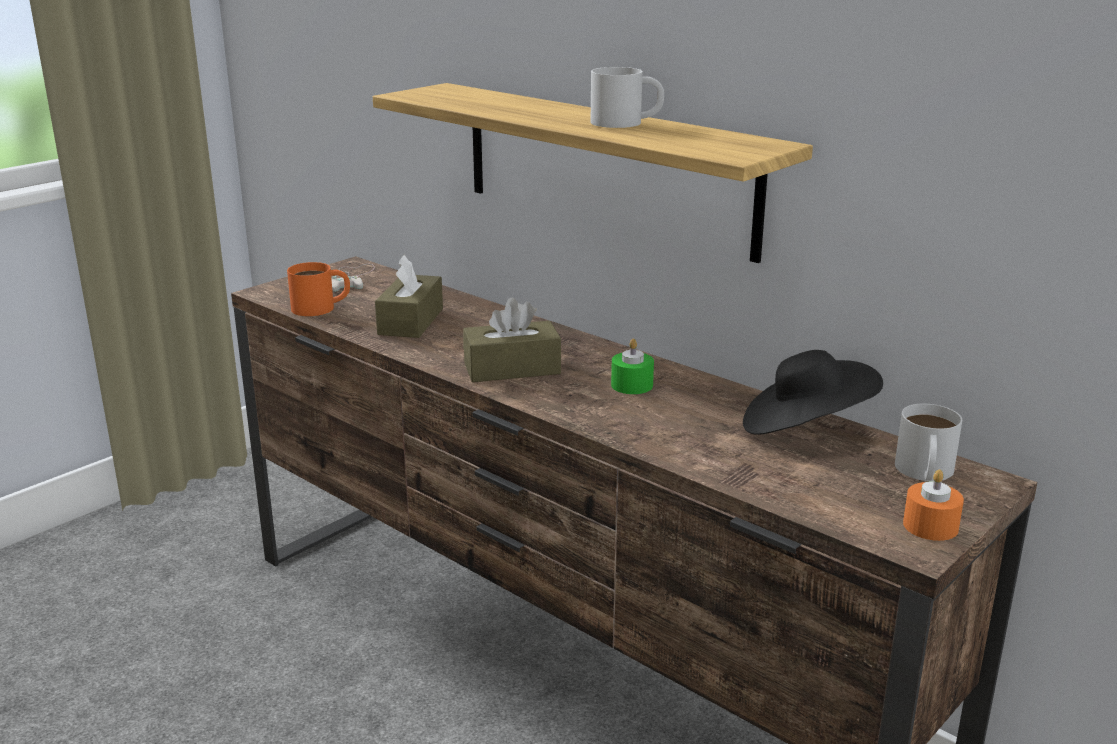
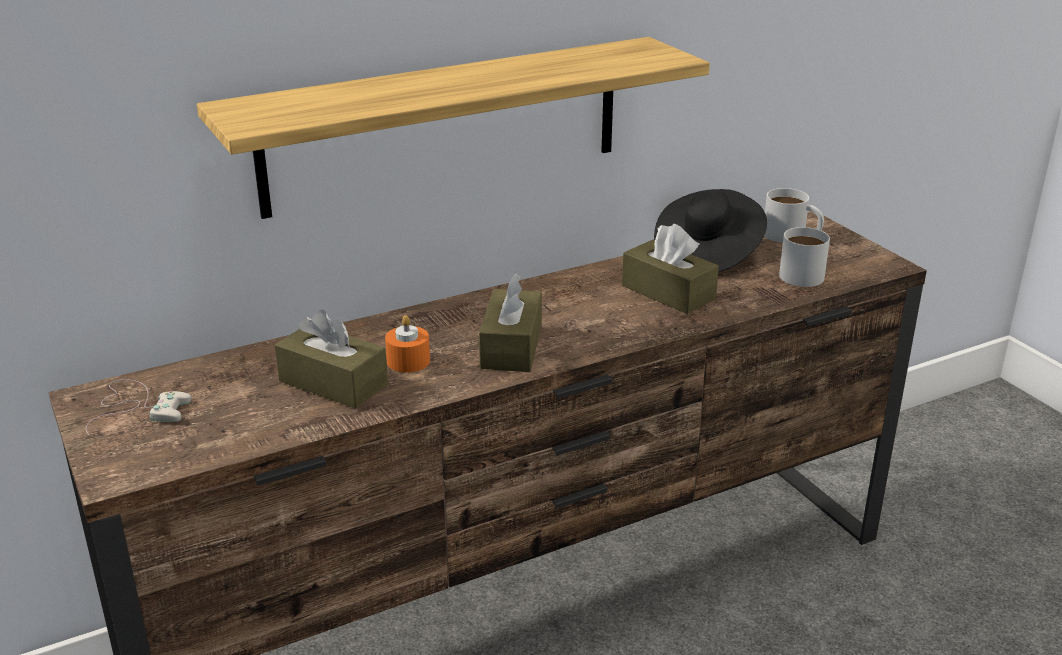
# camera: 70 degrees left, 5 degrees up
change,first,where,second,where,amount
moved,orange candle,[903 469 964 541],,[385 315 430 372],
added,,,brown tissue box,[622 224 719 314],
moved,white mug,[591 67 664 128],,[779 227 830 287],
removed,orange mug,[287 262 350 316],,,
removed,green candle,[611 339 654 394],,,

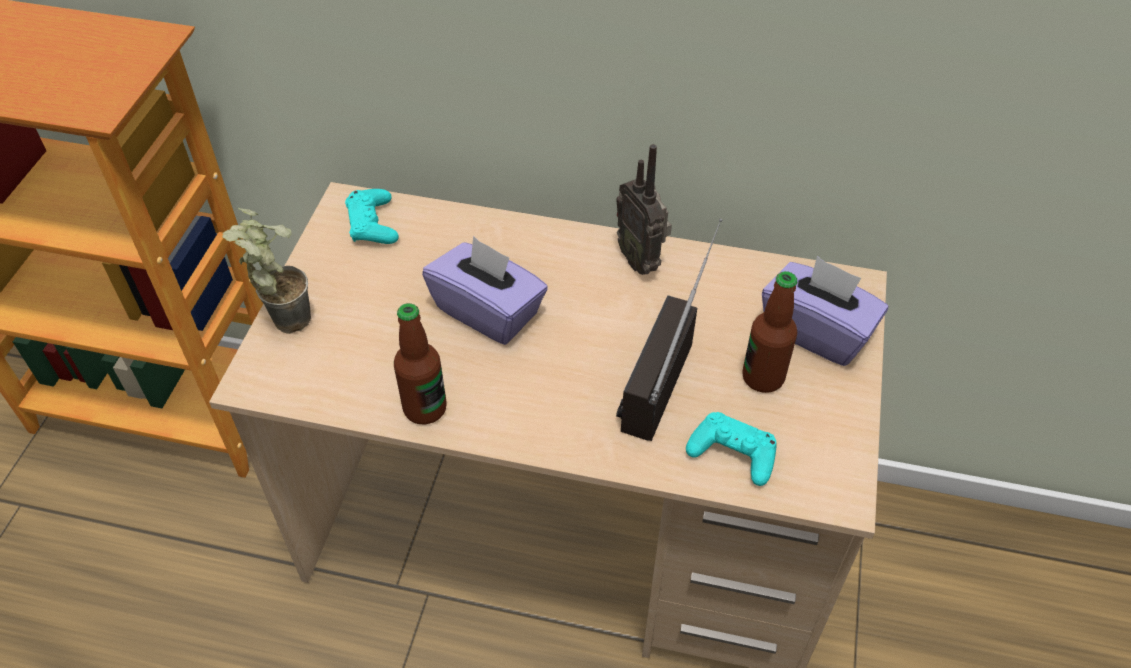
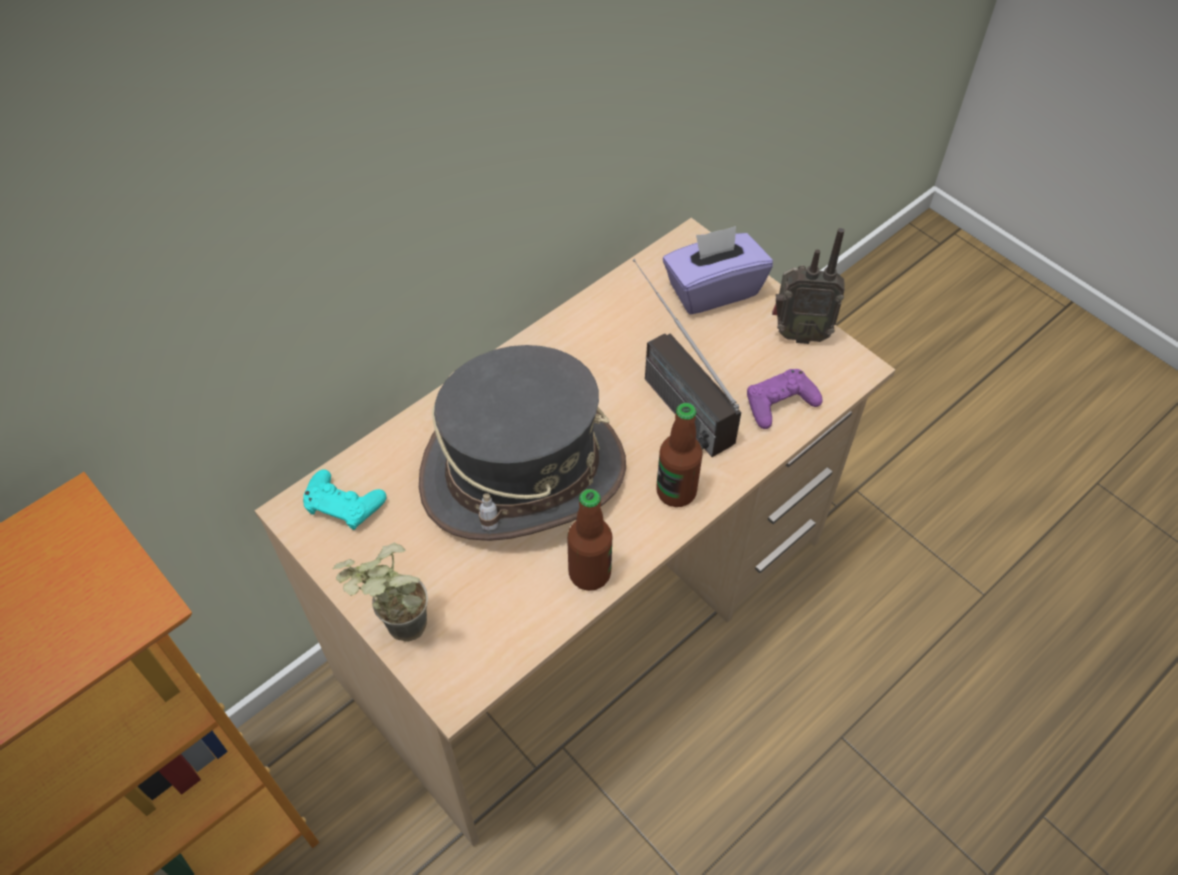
# camera: 55 degrees left, 5 degrees up
change,first,where,second,where,amount
replaced,purple tissue box,[422 236 548 345],grey hat,[419 345 626 541],
moved,bottle,[742 271 797 393],,[656 403 703 507],
recoloured,turquoise game controller,[686 412 777 486],purple game controller,[747 369 823 429],
moved,radio,[616 144 672 275],,[772 228 845 344],

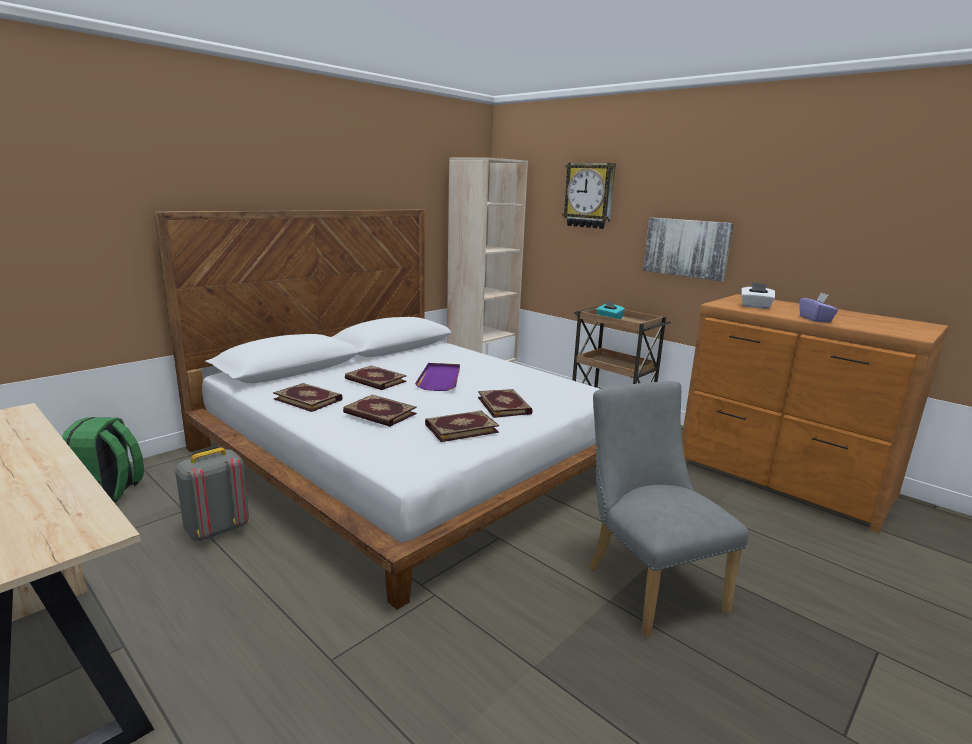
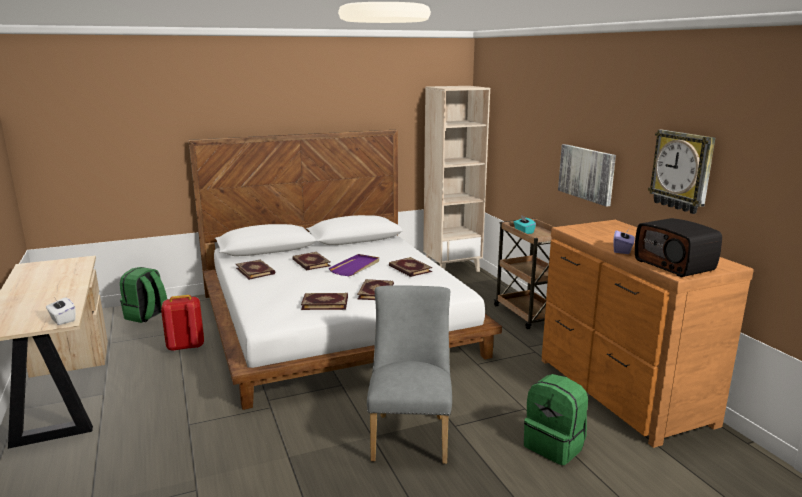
# camera: 25 degrees right, 0 degrees up
change,first,where,second,where,amount
moved,white tissue box,[741 283 775 309],,[46 297 76 325],
recoloured,grey backpack,[175 447 249 541],red backpack,[161 295 204 351],
moved,book,[343 395 417 427],,[389 257 432 277],
added,,,green backpack,[524 374 588 465],
added,,,radio,[635 218 722 277],
moved,wall clock,[562 163 616 229],,[648 130 715 214],

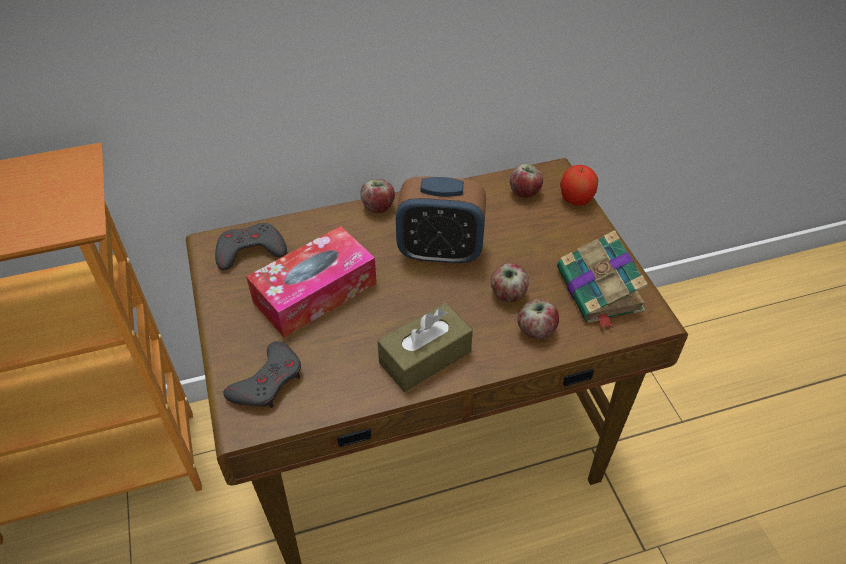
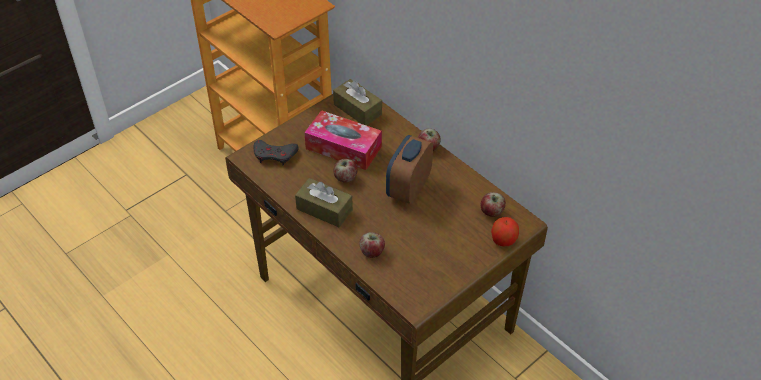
# camera: 65 degrees right, 0 degrees up
change,first,where,second,where,amount
replaced,grey game controller,[215 223 287 270],brown tissue box,[333 79 382 126],
moved,apple,[491 263 529 302],,[333 159 358 182],
turned,alarm clock,[396 176 486 265],,[386 135 433 204],45 degrees clockwise
removed,book,[557 230 648 330],,,

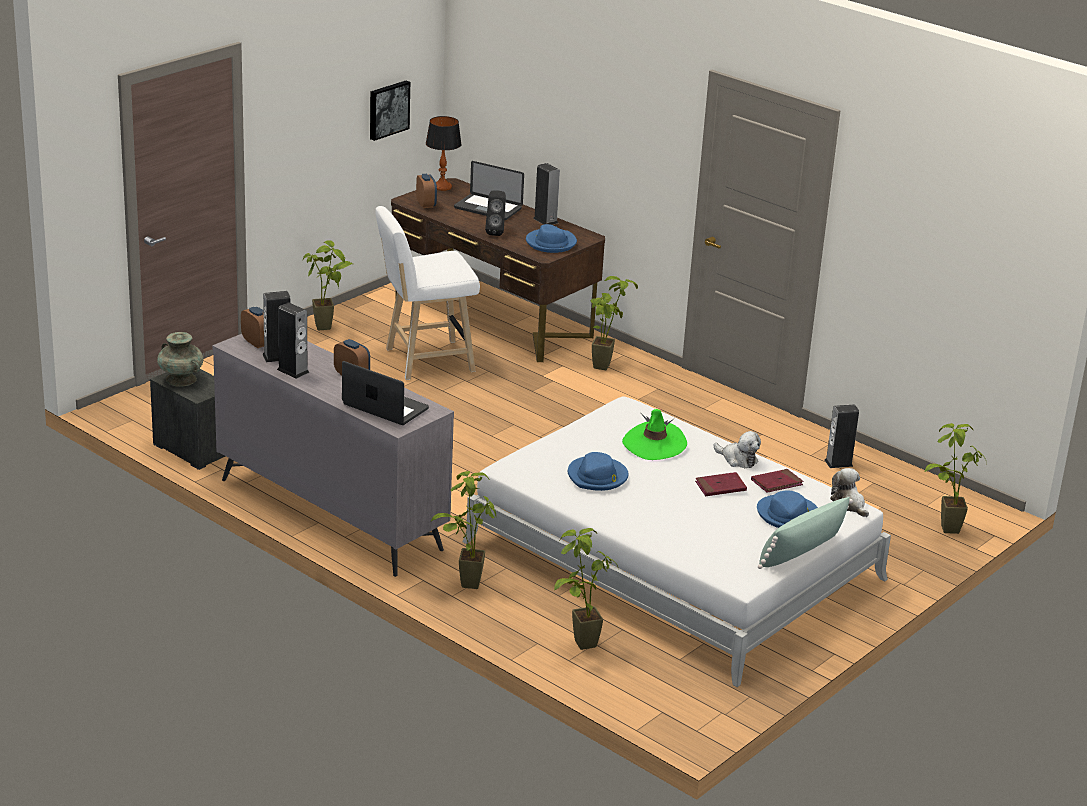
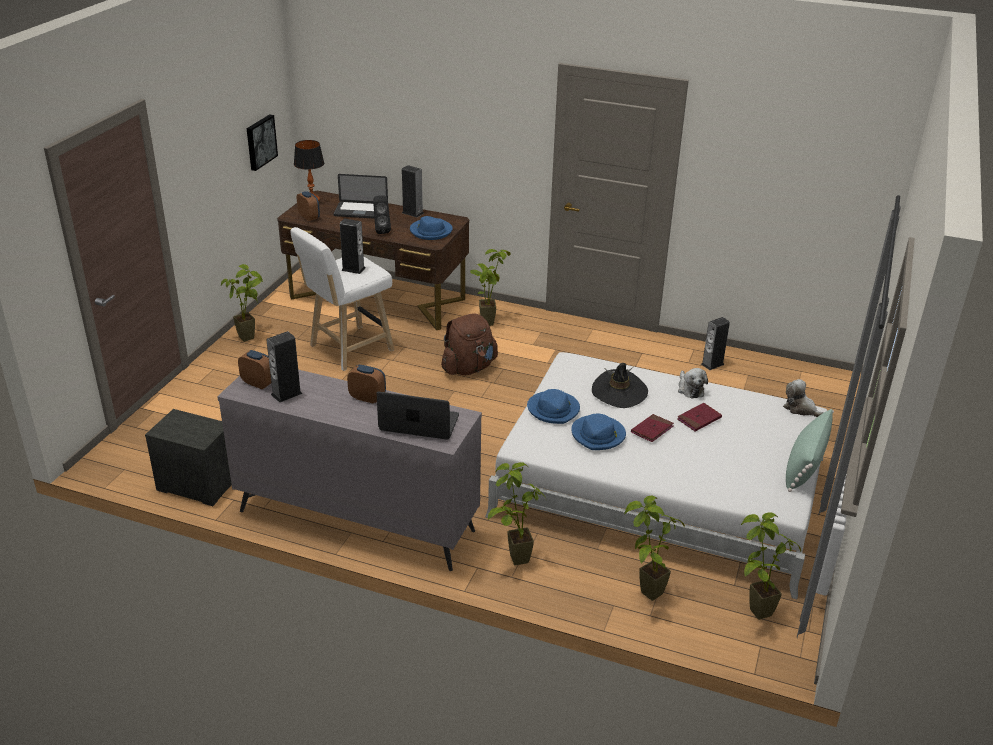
# camera: 20 degrees left, 5 degrees up
change,first,where,second,where,amount
moved,speaker,[277 302 310 379],,[340 218 365 274],
added,,,brown backpack,[441 313 498 375],
moved,blue hat,[757 491 818 528],,[527 389 580 424],
recoloured,green hat,[622 409 687 460],black hat,[592 363 648 408],
moved,red book,[751 469 803 493],,[631 414 674 442],
turned,plush toy,[713 431 761 468],,[678 368 708 399],60 degrees clockwise
moved,potted plant,[925 423 987 534],,[741 513 801 620],
removed,turquoise vase,[157 332 203 387],,,

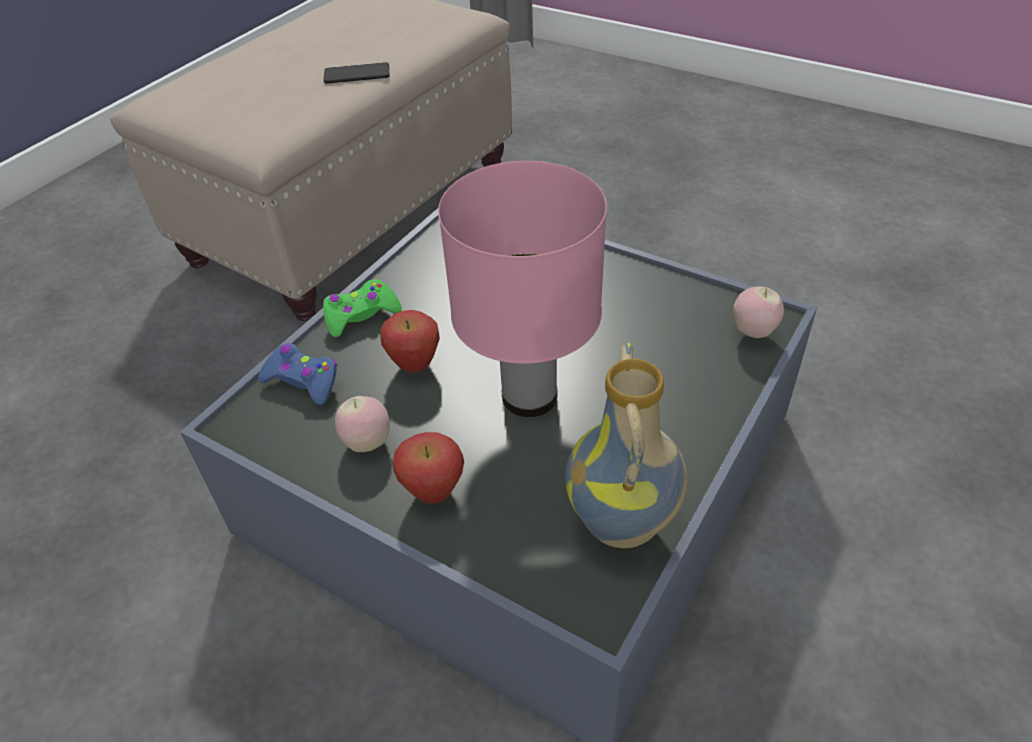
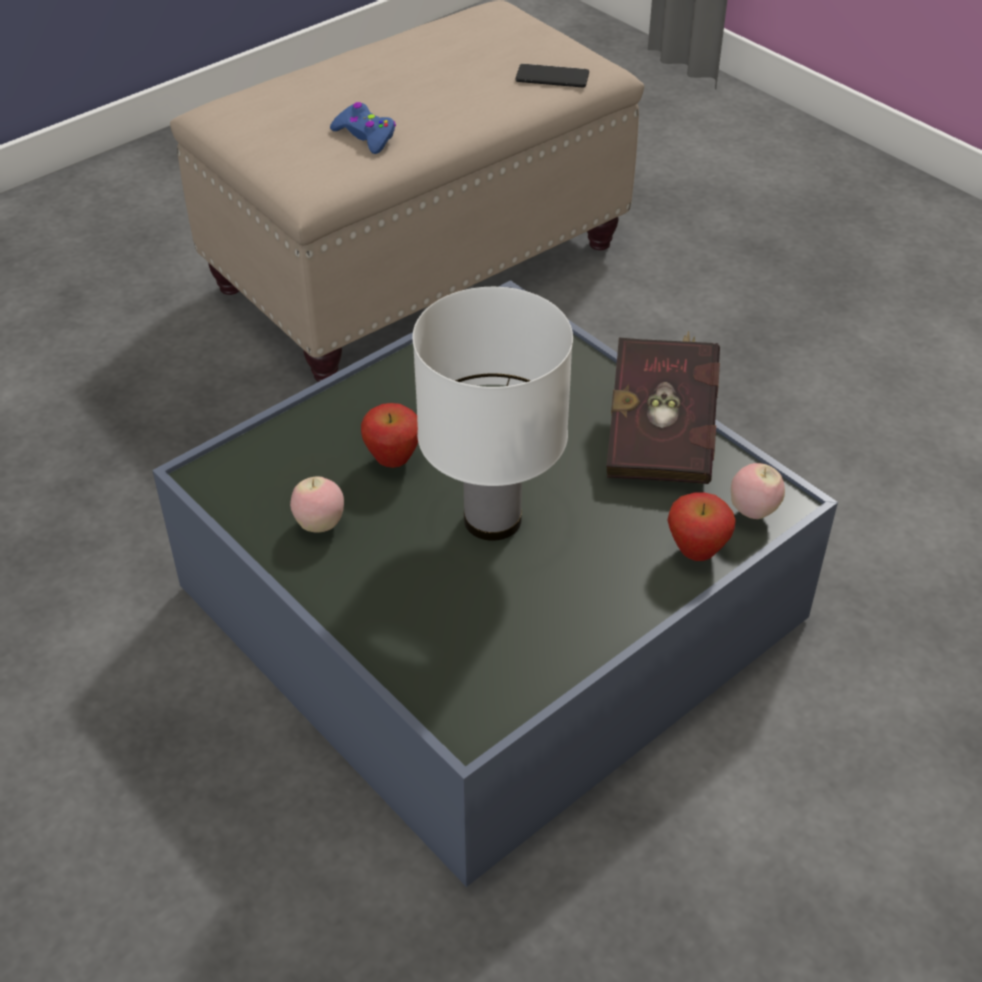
# camera: 15 degrees right, 0 degrees up
change,first,where,second,where,amount
moved,blue game controller,[258 343 337 405],,[330 102 396 154],
recoloured,pink table lamp,[438 161 607 417],white table lamp,[412 287 573 541],
moved,phone,[324 62 390 84],,[515 64 589 87],
added,,,red book,[606 331 720 484],
moved,apple,[393 432 464 504],,[667 492 736 561],
removed,green game controller,[323 279 402 338],,,
removed,vase,[565 343 687 548],,,

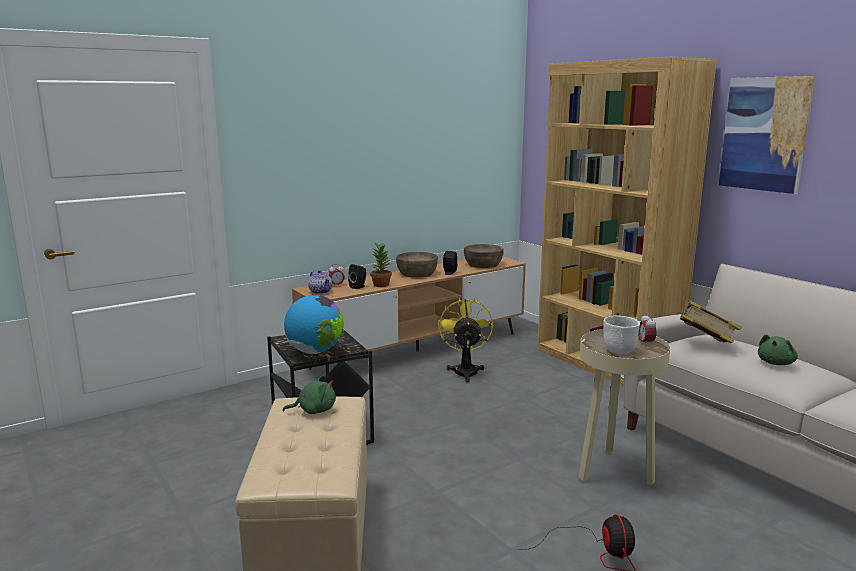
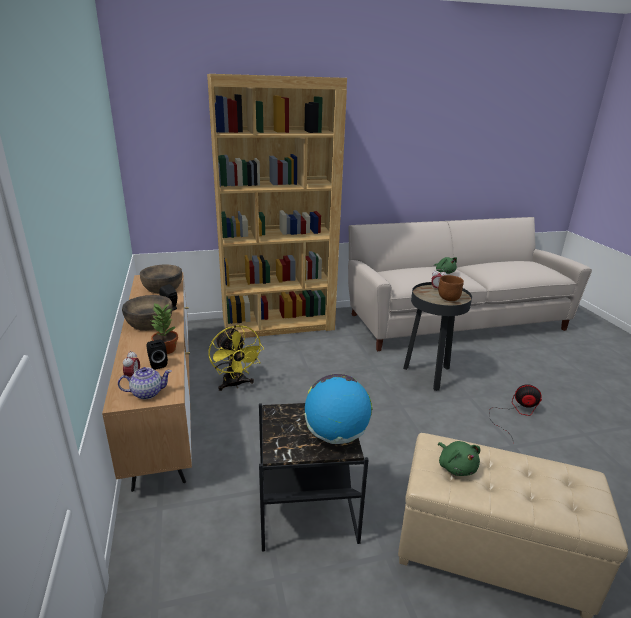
# camera: 70 degrees left, 10 degrees up
change,first,where,second,where,amount
turned,yellow fan,[439 298 493 382],,[208 325 264 391],135 degrees counterclockwise
recoloured,beige side table,[579 329 670 485],black side table,[403 282 472 391],
recoloured,white bowl,[603 315 640 354],brown bowl,[438 275 464 301],
turned,green plush toy,[283 375 336 414],,[438 441 480 476],150 degrees clockwise
removed,book,[676 301 742 343],,,
removed,picture,[719 76 815 194],,,

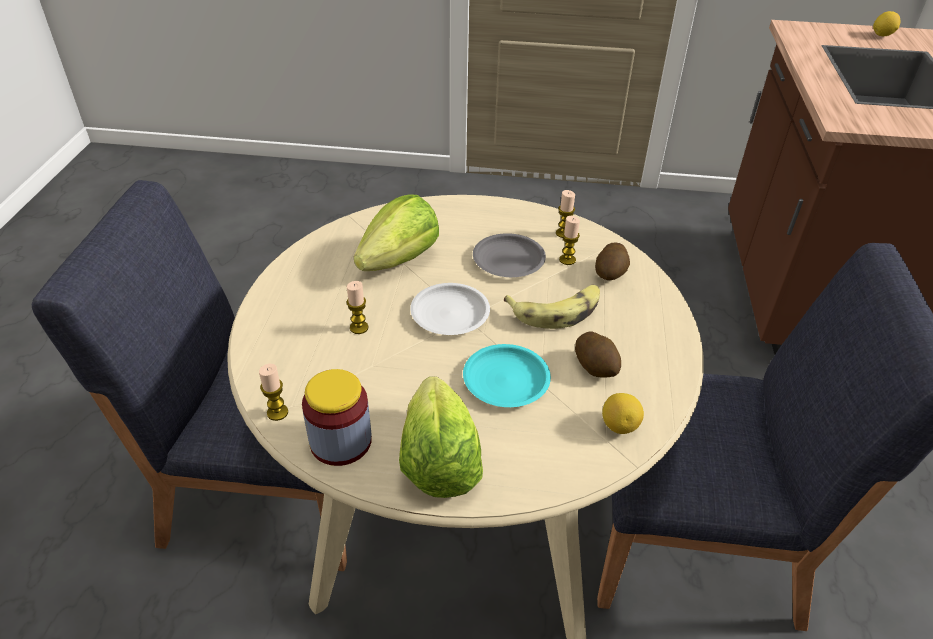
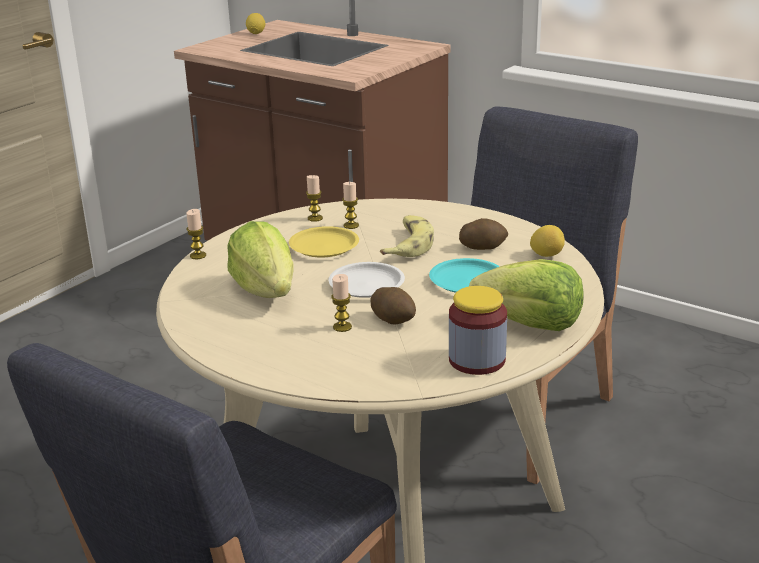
# camera: 60 degrees left, 15 degrees down
change,first,where,second,where,amount
moved,candle,[259 364 288 421],,[186 209 206 260],
recoloured,grey plate,[473 233 546 277],yellow plate,[289 226 359 257],
moved,potato,[595 242 630 280],,[370 287 416 324],

